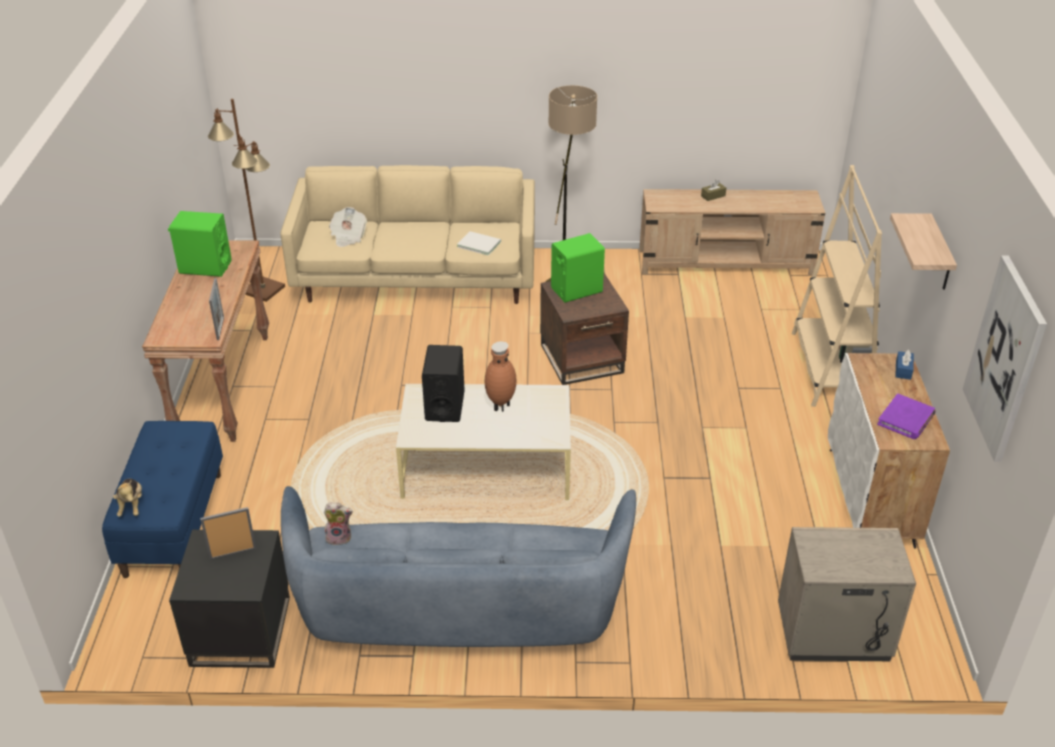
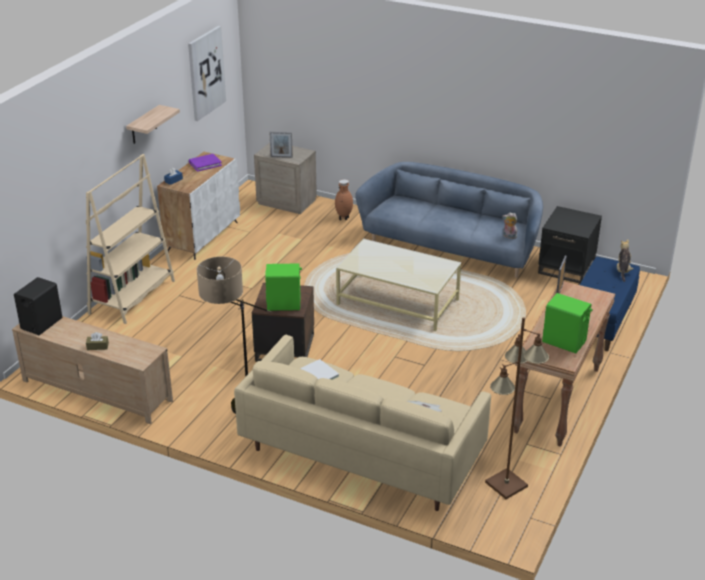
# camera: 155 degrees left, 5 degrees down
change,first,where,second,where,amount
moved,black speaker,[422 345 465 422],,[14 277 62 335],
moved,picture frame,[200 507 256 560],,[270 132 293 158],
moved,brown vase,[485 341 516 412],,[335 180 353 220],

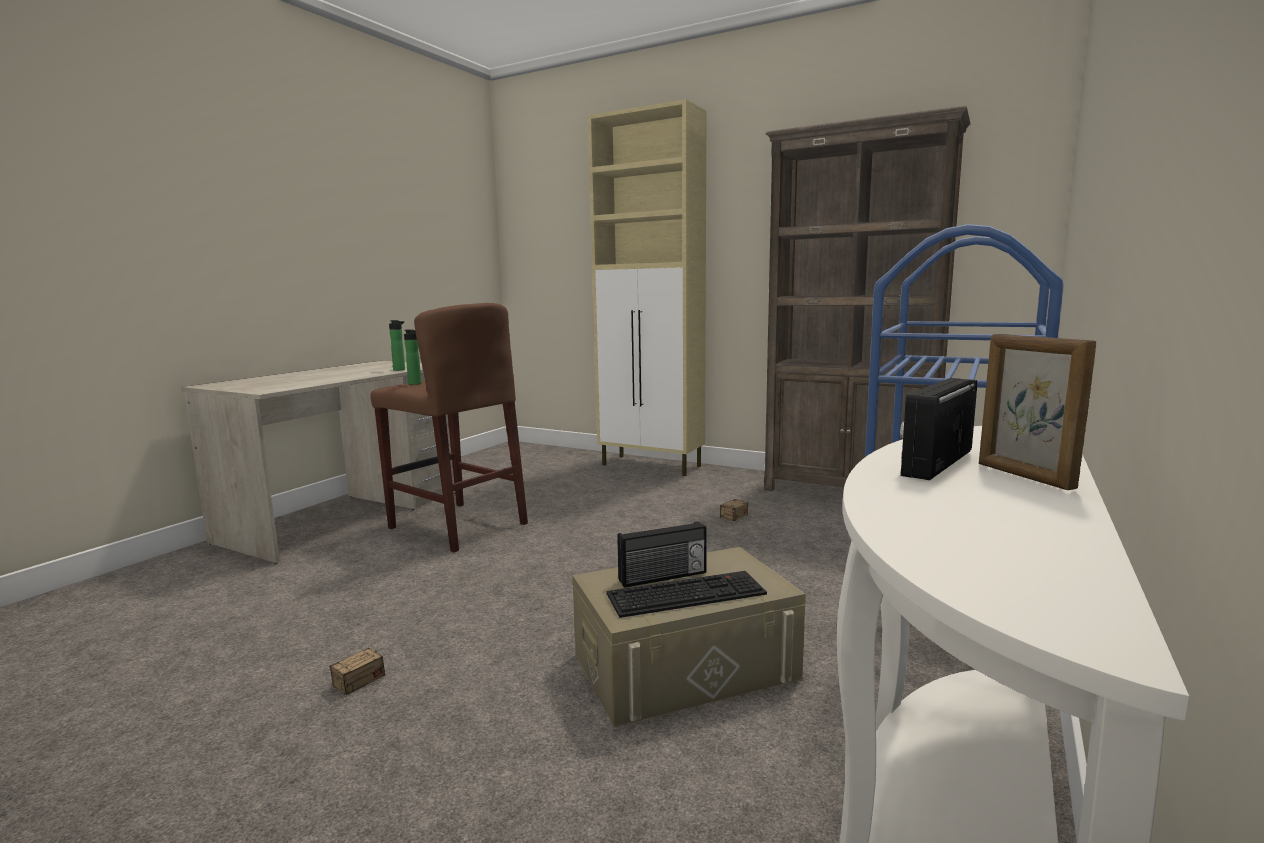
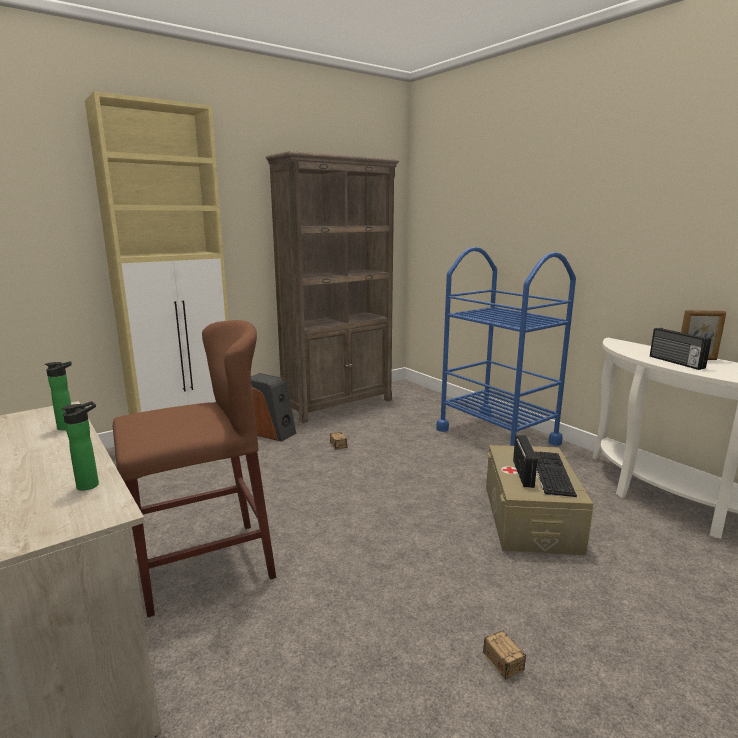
# camera: 65 degrees left, 5 degrees up
change,first,where,second,where,amount
moved,bottle,[404 329 421 385],,[62 401 99 491],
added,,,speaker,[251 373 296 442],

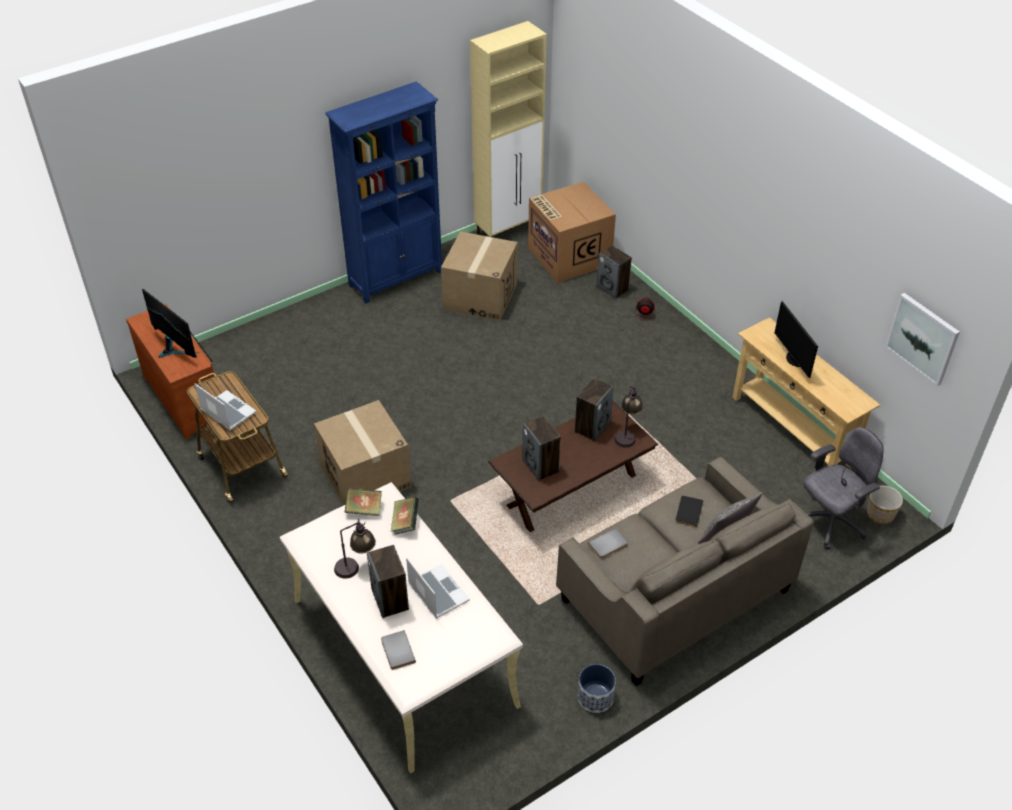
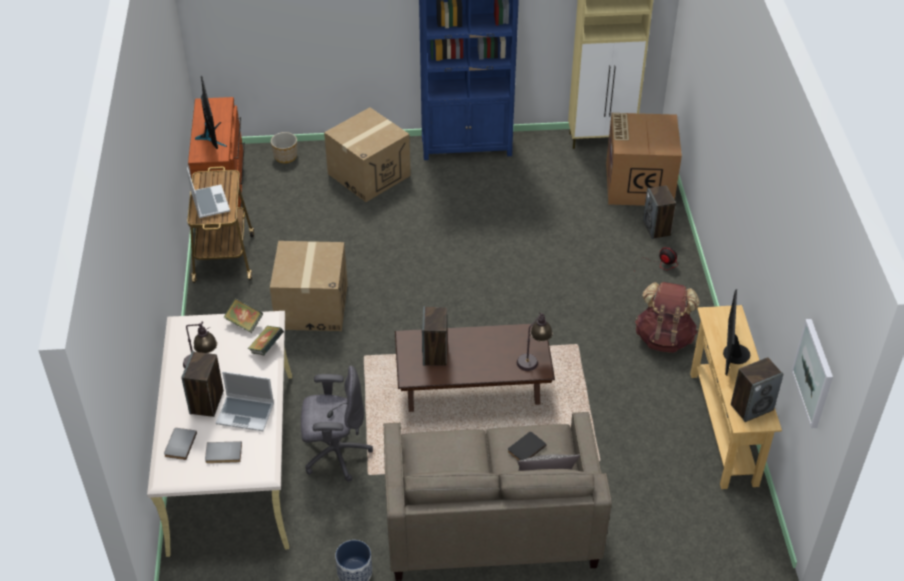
# camera: 30 degrees right, 0 degrees up
change,first,where,second,where,amount
moved,grey book,[588 528 628 559],,[205 441 242 463],
turned,laptop,[406 557 470 619],,[216 372 274 431],105 degrees clockwise
moved,planter,[867 486 903 524],,[271 132 297 163],
moved,grey office chair,[803 427 884 550],,[301 366 373 482],
moved,cardboard box,[441 231 517 321],,[324 107 411 202],
added,,,brown backpack,[635 282 699 353],
moved,speaker,[575 378 614 441],,[731 357 783 422],

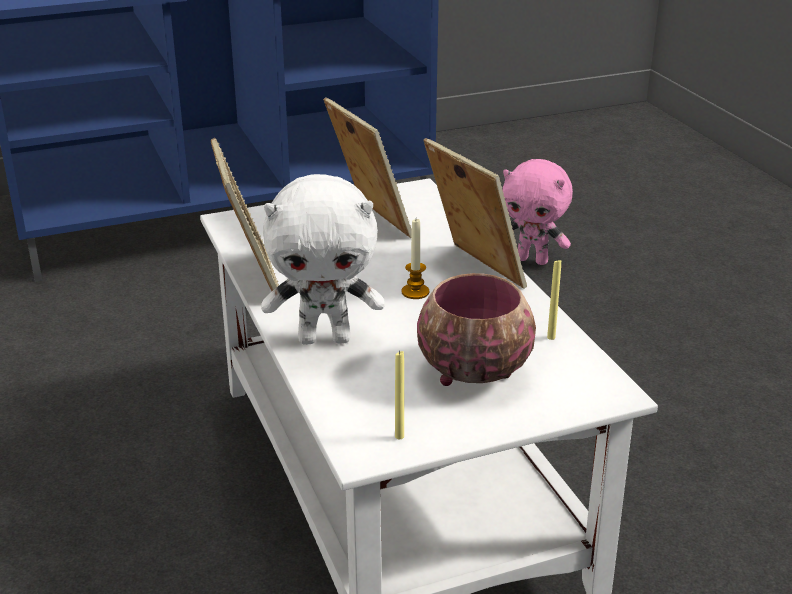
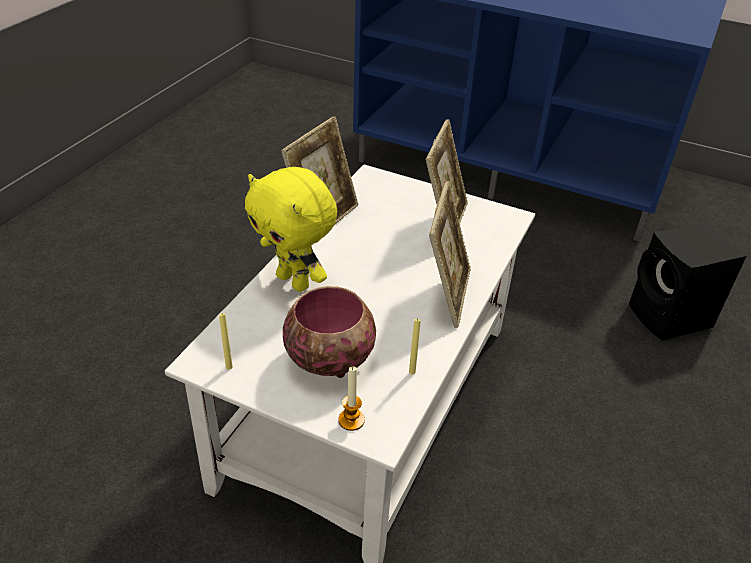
# camera: 45 degrees right, 10 degrees up
change,first,where,second,where,amount
recoloured,white plush toy,[261 174 385 345],yellow plush toy,[245 167 337 292],
moved,candle,[402 219 429 299],,[338 366 365 431],
replaced,pink plush toy,[502 159 573 265],black speaker,[629 222 747 341],

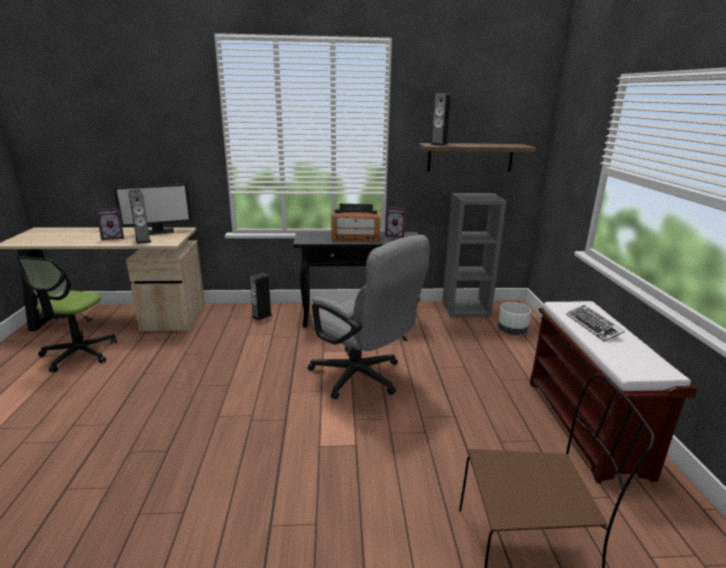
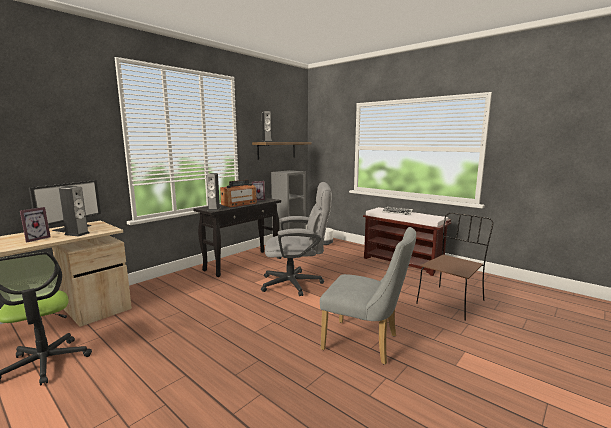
# camera: 45 degrees left, 10 degrees down
change,first,where,second,where,amount
moved,speaker,[250 272 272 321],,[206 173 220 211],
added,,,grey chair,[320 227 416 365],

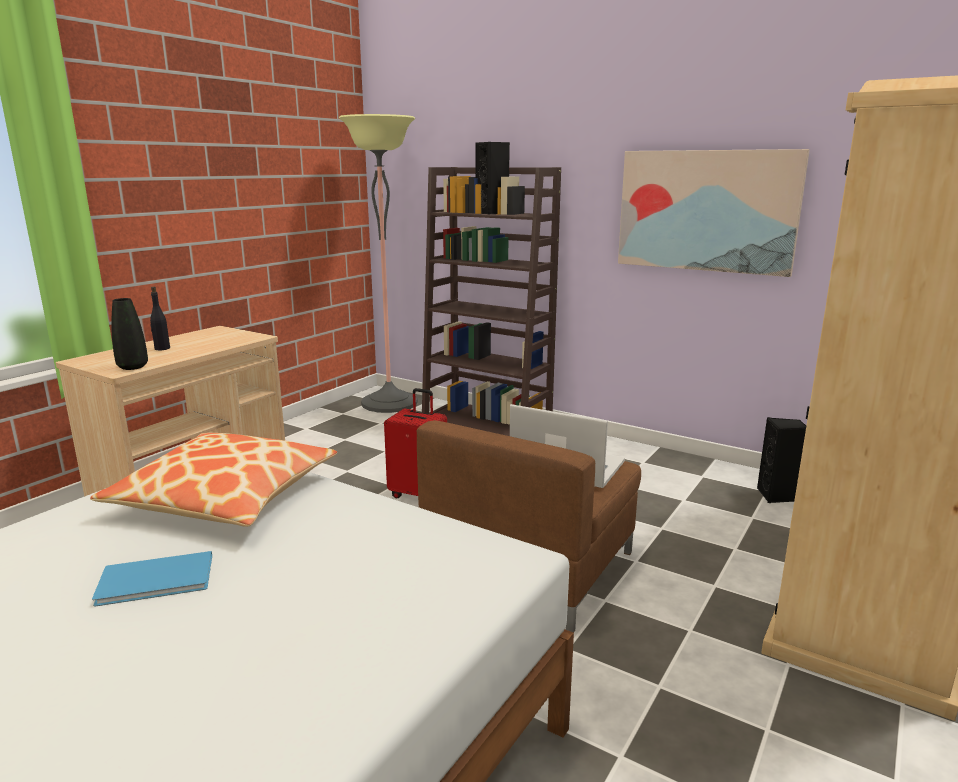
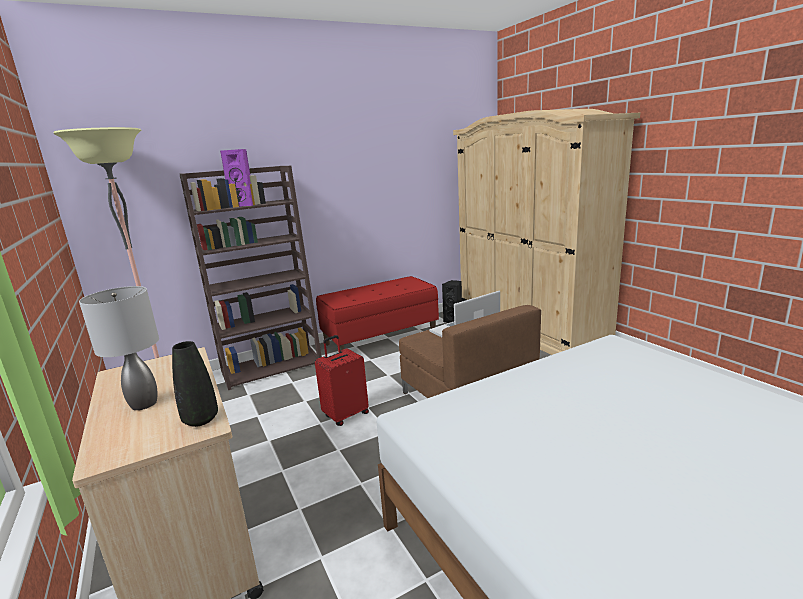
# camera: 60 degrees left, 0 degrees up
change,first,where,second,where,amount
replaced,black bottle,[150 287 170 350],grey table lamp,[79 286 159 410],
recoloured,black speaker,[476 142 510 214],purple speaker,[220 149 253 206],
added,,,red bench,[316 276 439 351],
removed,pillow,[90 433 337 527],,,
removed,blue book,[92 551 212 607],,,
removed,picture,[618 149 810 277],,,

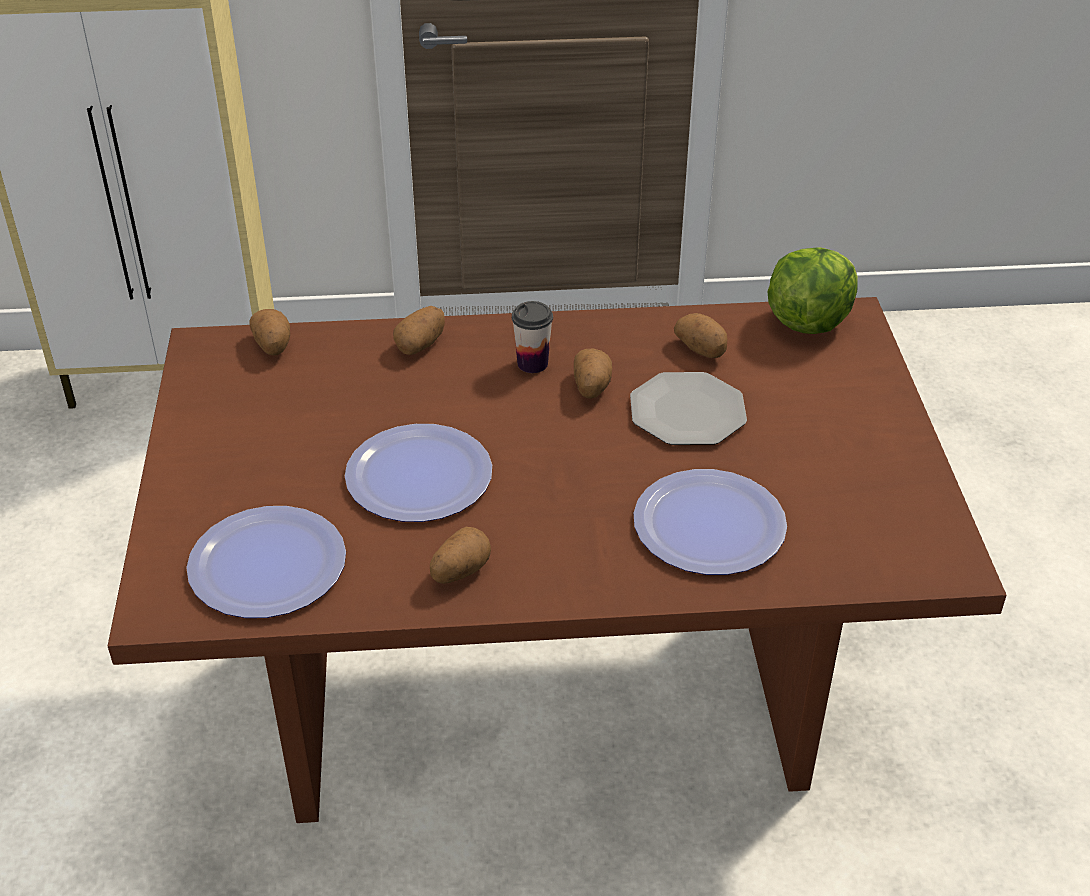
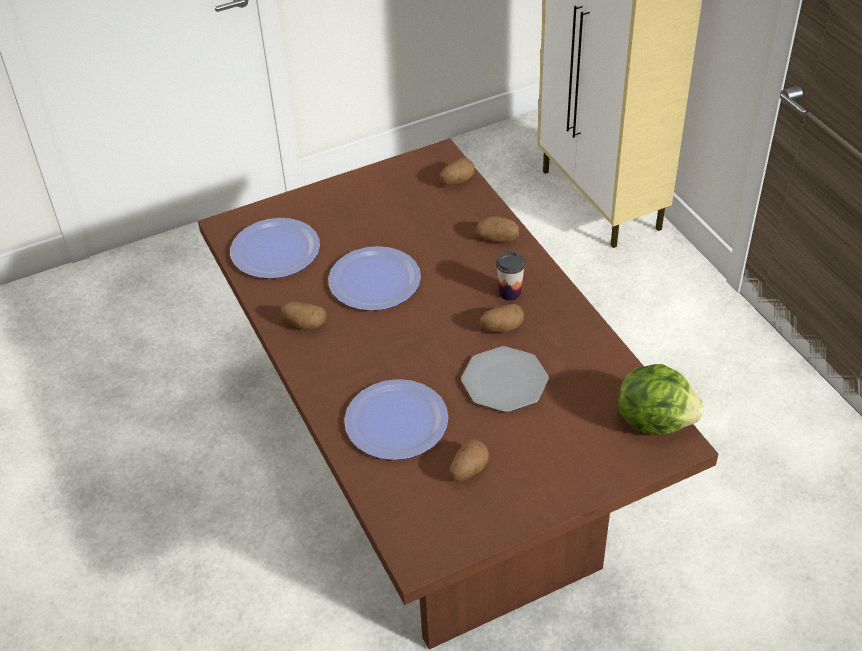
# camera: 70 degrees right, 5 degrees up
change,first,where,second,where,amount
moved,potato,[674 313 727 358],,[450 439 489 482],

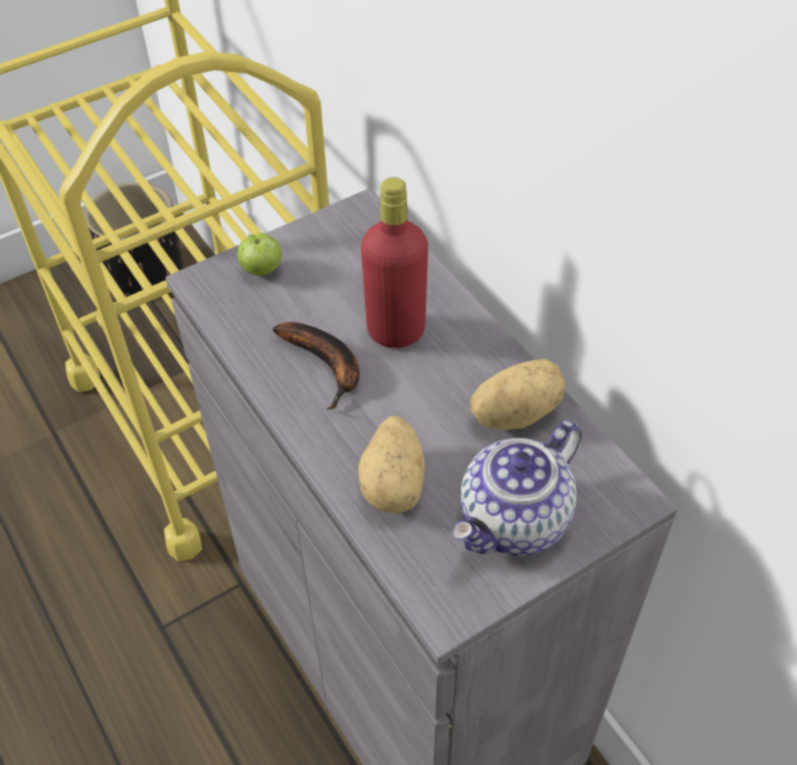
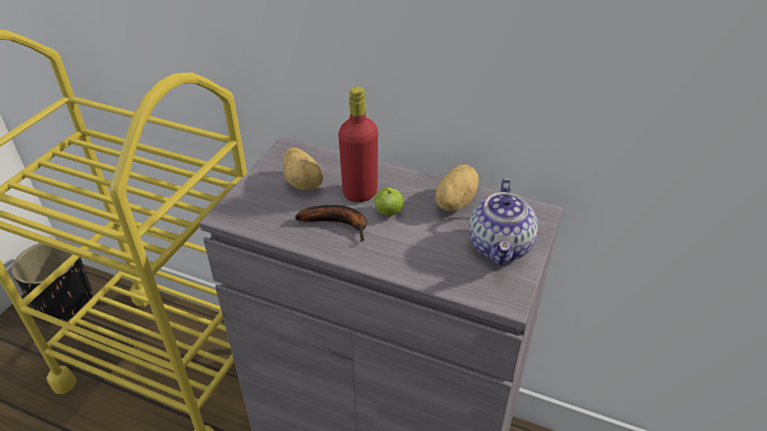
# camera: 35 degrees left, 10 degrees down
change,first,where,second,where,amount
moved,potato,[358 416 425 514],,[283 148 323 191],
moved,apple,[237 233 282 276],,[374 187 404 216],

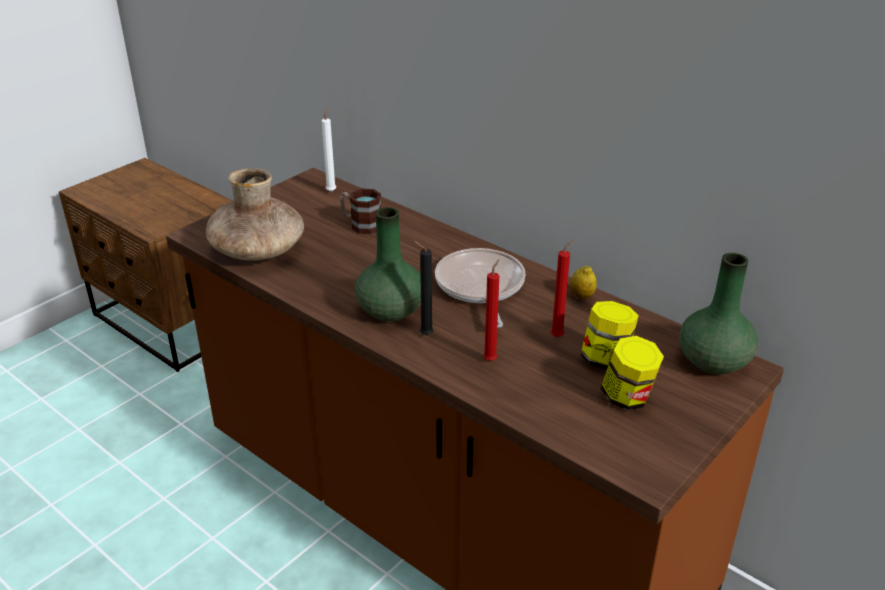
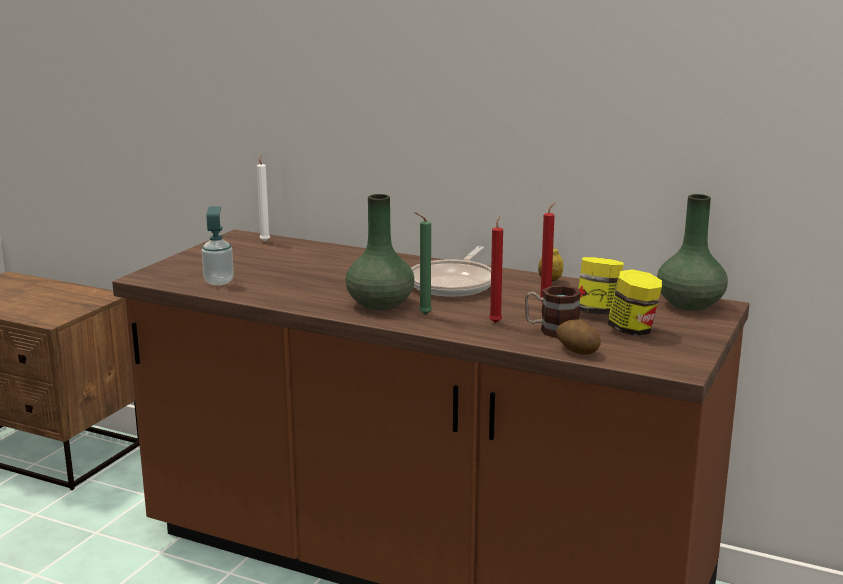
# camera: 15 degrees left, 15 degrees down
change,first,where,second,where,amount
replaced,brown vase,[206 168 304 260],soap dispenser,[202 206 234 285],
turned,frying pan,[435 248 525 328],,[411 246 491 297],135 degrees counterclockwise
recoloured,black candle,[414 241 433 335],green candle,[414 212 432 315],
moved,mug,[340 189 381 234],,[525 285 581 338],
added,,,potato,[556 319 601 355],

